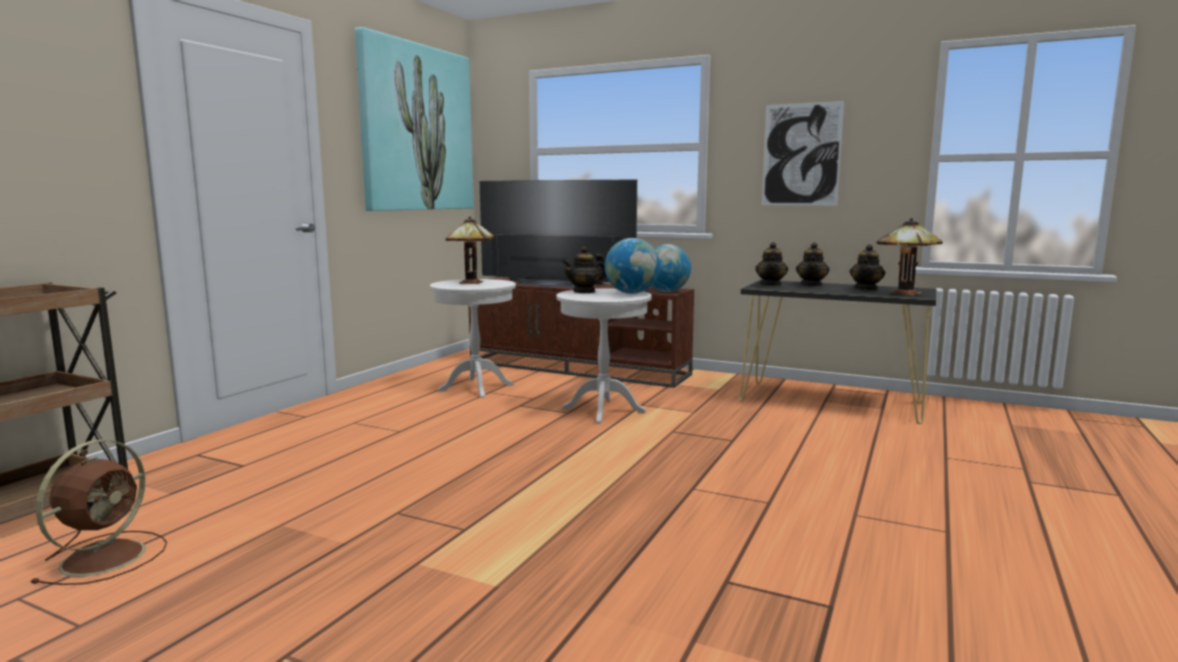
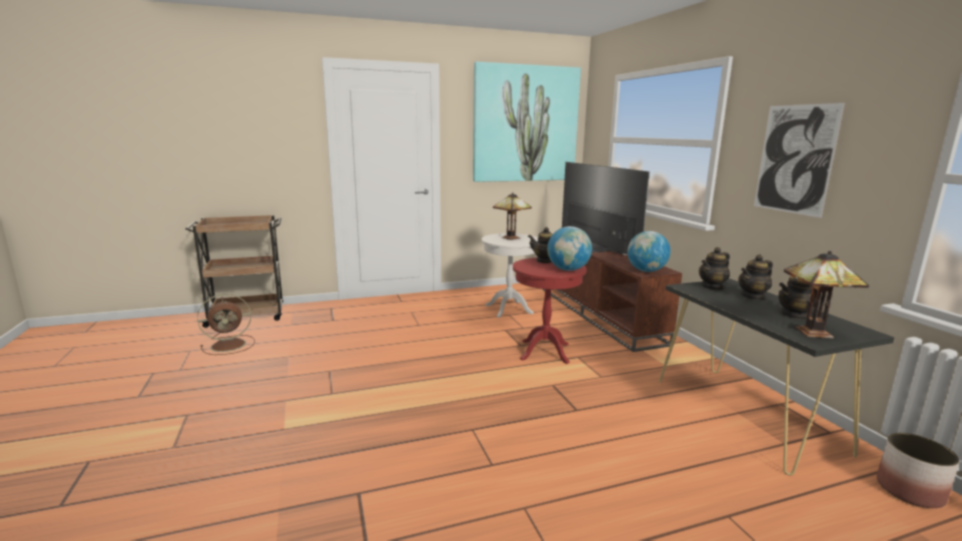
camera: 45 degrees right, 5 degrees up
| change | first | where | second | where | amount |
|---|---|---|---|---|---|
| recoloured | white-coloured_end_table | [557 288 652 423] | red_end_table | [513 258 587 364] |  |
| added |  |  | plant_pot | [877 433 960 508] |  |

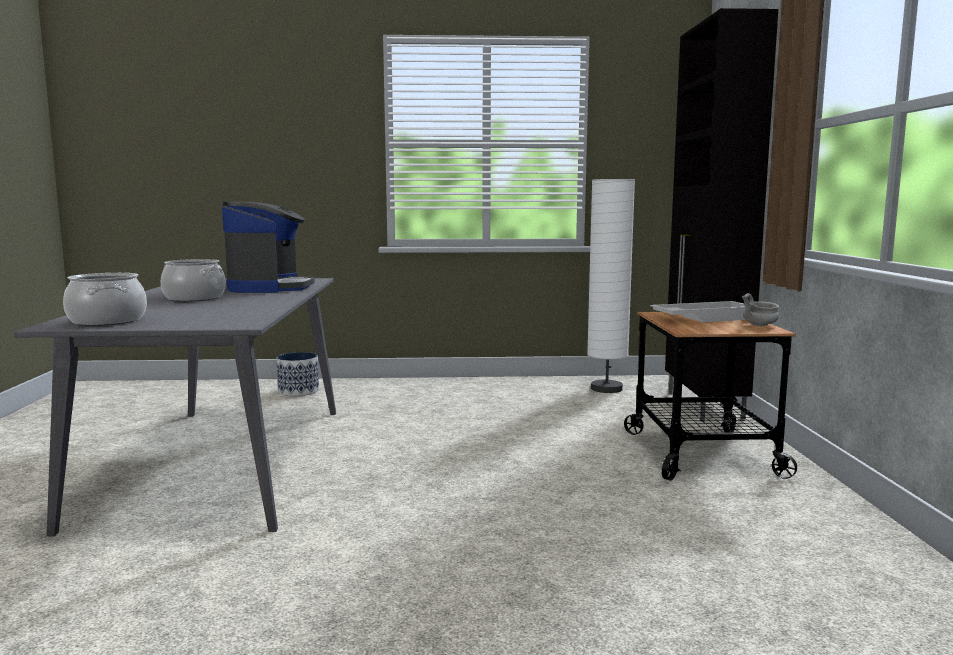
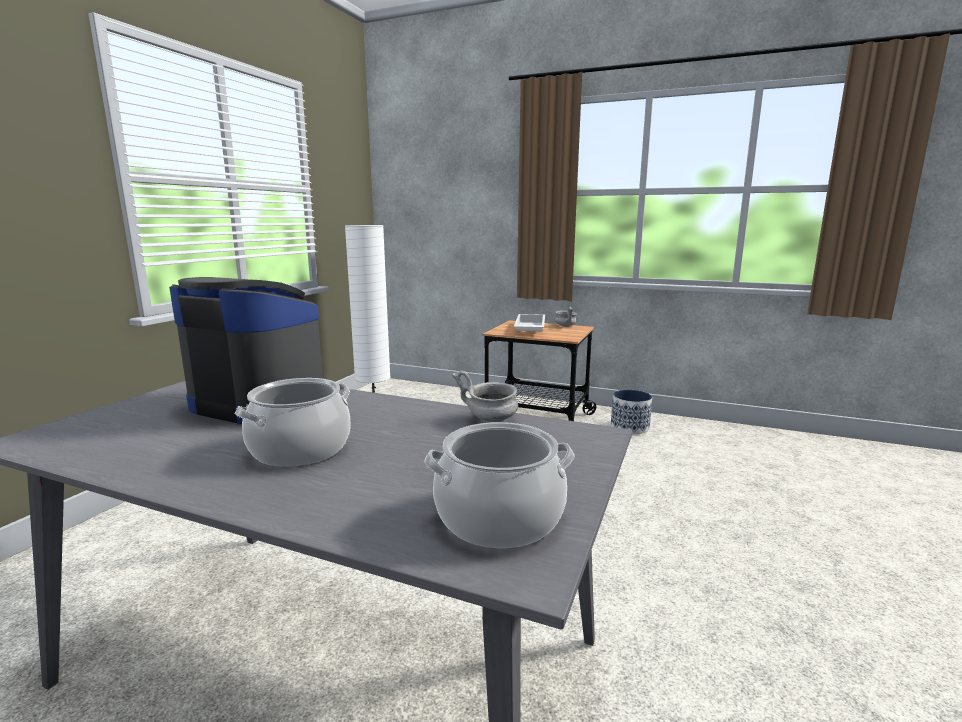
camera: 65 degrees left, 5 degrees up
| change | first | where | second | where | amount |
|---|---|---|---|---|---|
| removed | blackish_storage_cabinet | [665 8 778 422] |  |  |  |
| moved | plant_pot | [276 352 319 396] |  | [611 390 652 434] |  |
| added |  |  | grey_serving_bowl | [452 371 518 422] |  |

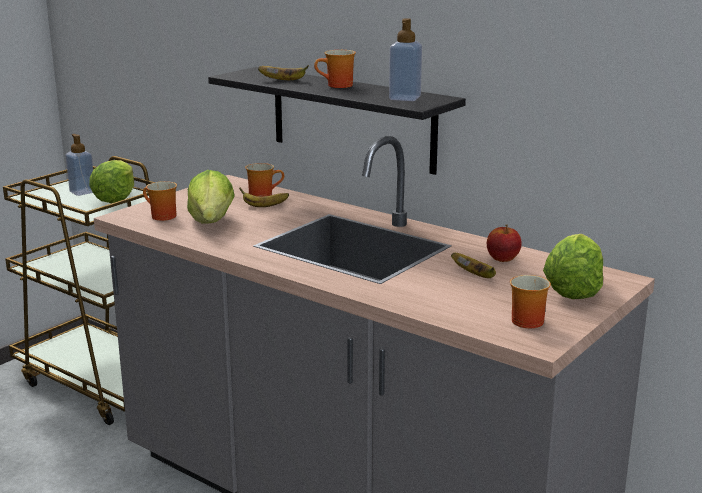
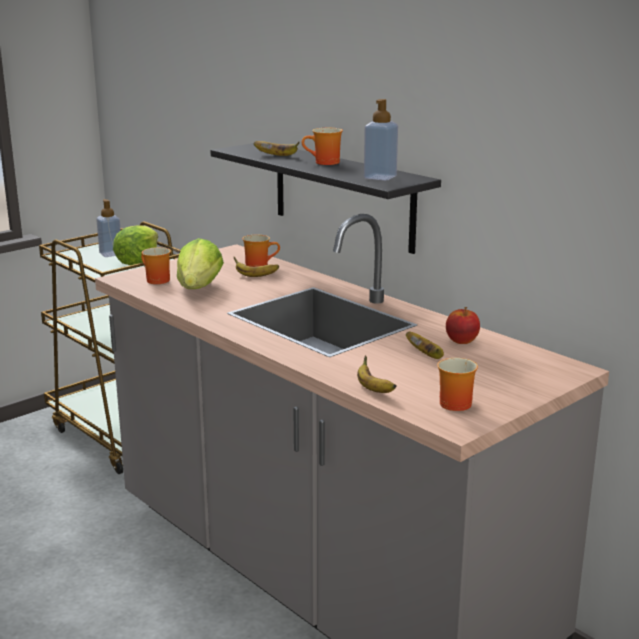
camera: 10 degrees right, 0 degrees up
| change | first | where | second | where | amount |
|---|---|---|---|---|---|
| removed | lettuce_head | [543 234 603 299] |  |  |  |
| added |  |  | banana | [357 355 397 393] |  |

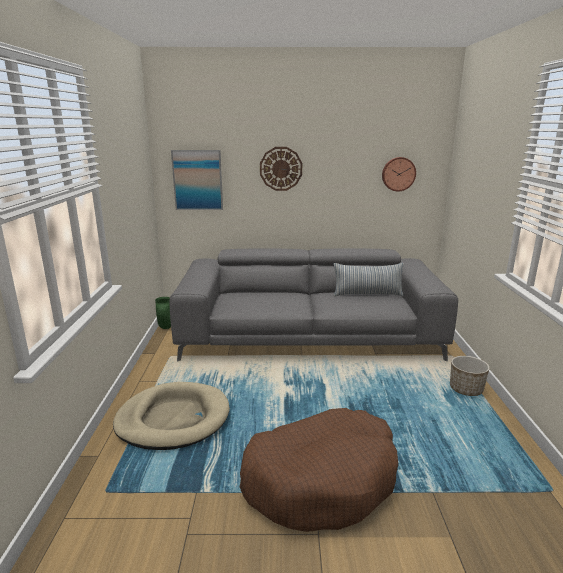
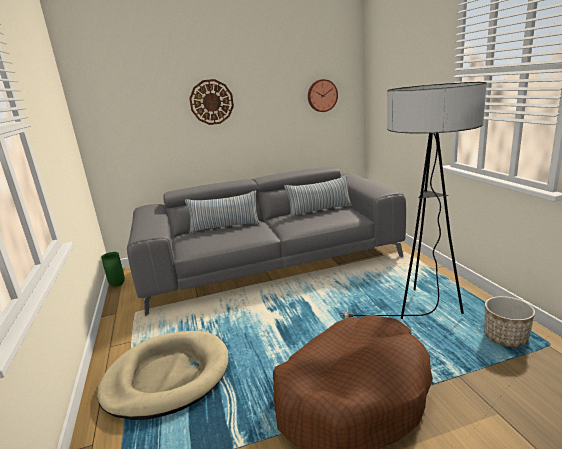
camera: 15 degrees left, 0 degrees up
| change | first | where | second | where | amount |
|---|---|---|---|---|---|
| removed | wall_art | [171 150 223 210] |  |  |  |
| moved | plant_pot | [450 356 490 396] |  | [484 296 535 347] |  |
| added |  |  | standard_lamp | [340 82 487 319] |  |
| added |  |  | cushion | [185 191 260 233] |  |

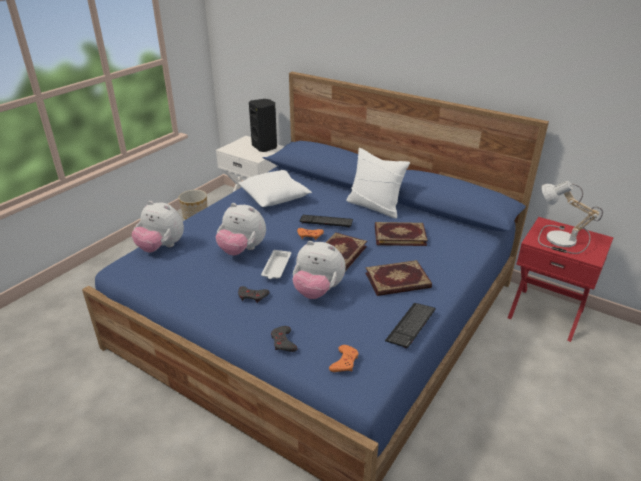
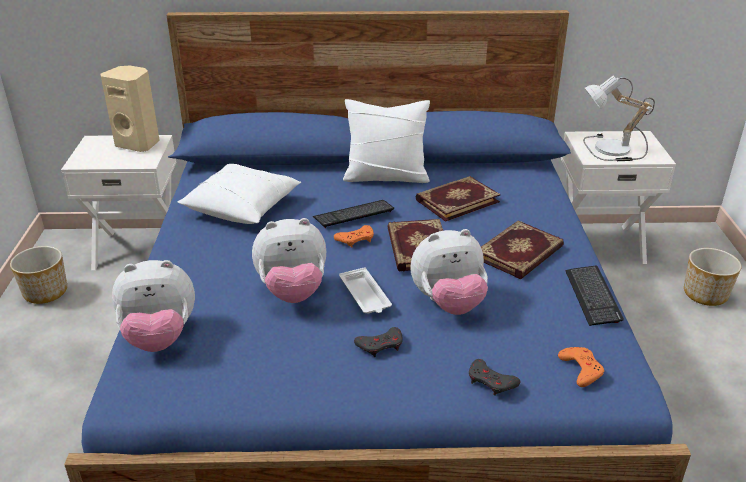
camera: 35 degrees left, 0 degrees up
| change | first | where | second | where | amount |
|---|---|---|---|---|---|
| recoloured | blackish_audio_speaker | [249 99 277 152] | sand-coloured_audio_speaker | [101 65 160 152] |  |
| recoloured | red_bedside_table | [508 217 614 342] | white-coloured_bedside_table | [561 131 676 264] |  |
| added |  |  | plant_pot | [684 248 742 306] |  |

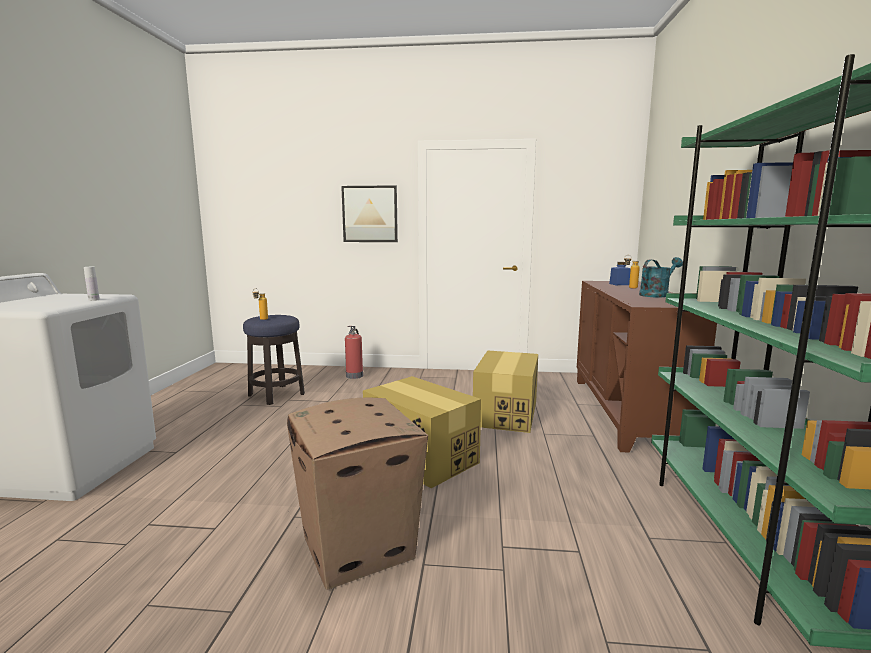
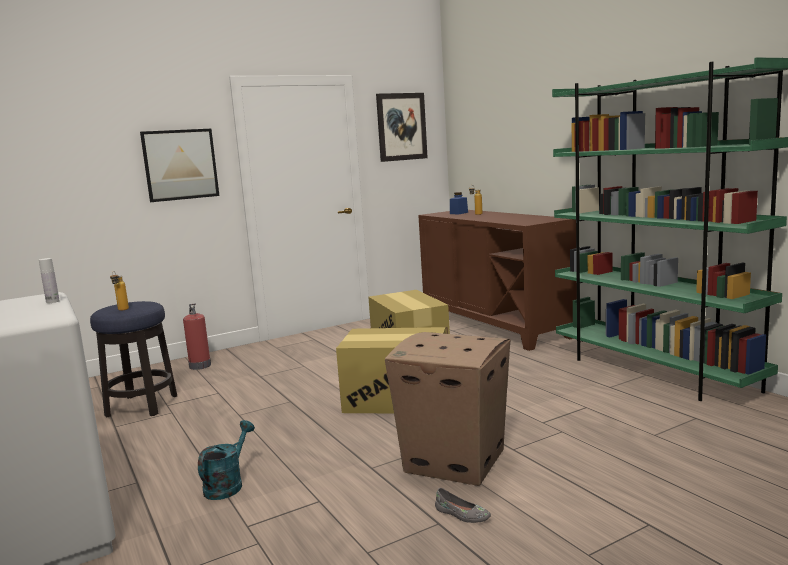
camera: 35 degrees left, 0 degrees up
| change | first | where | second | where | amount |
|---|---|---|---|---|---|
| moved | turquoise_watering_pot | [639 257 683 297] |  | [198 420 255 500] |  |
| added |  |  | wall_art | [376 93 428 162] |  |
| added |  |  | grey_shoe | [435 488 491 523] |  |

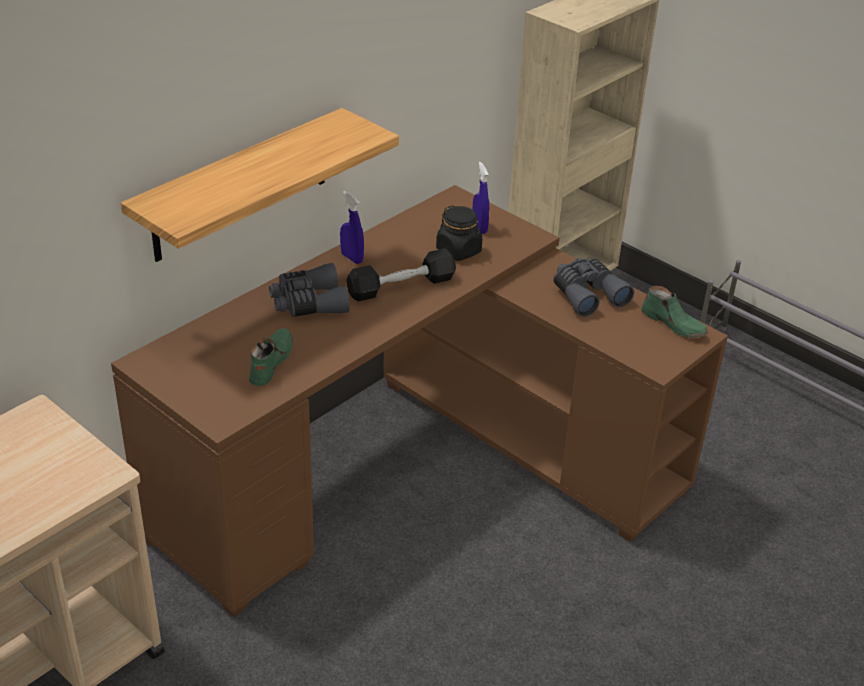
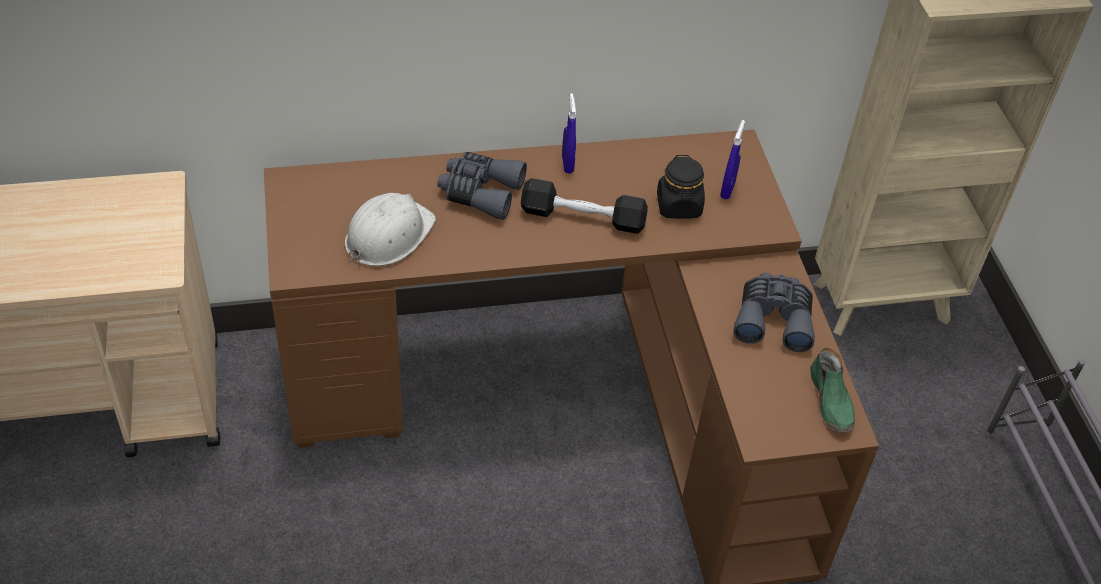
camera: 35 degrees right, 10 degrees up
| change | first | where | second | where | amount |
|---|---|---|---|---|---|
| removed | shelf | [121 108 399 262] |  |  |  |
| replaced | green-coloured_shoe | [249 328 293 386] | white-coloured_work_helmet | [345 193 436 266] |  |

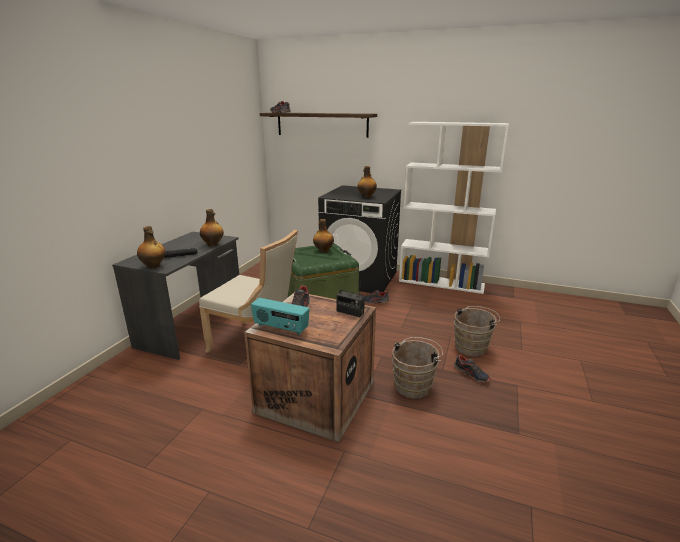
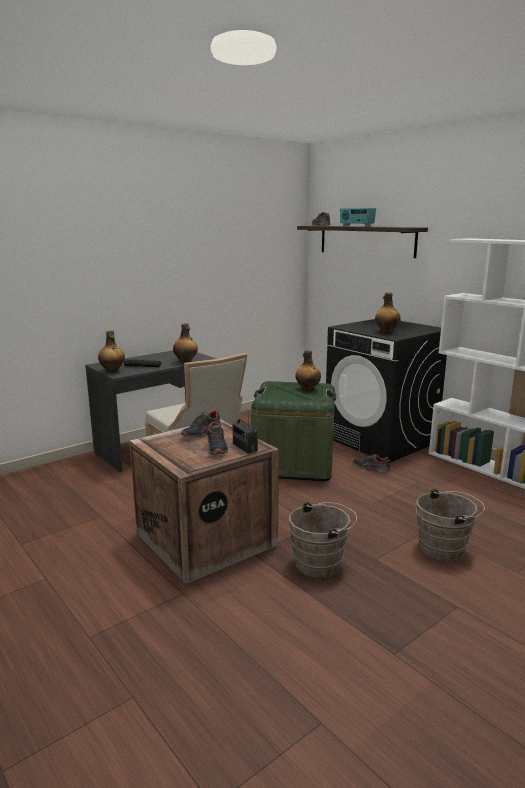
camera: 30 degrees right, 5 degrees down
| change | first | where | second | where | amount |
|---|---|---|---|---|---|
| moved | radio | [251 298 310 335] |  | [340 208 376 227] |  |
| moved | shoe | [454 354 491 383] |  | [207 422 228 455] |  |

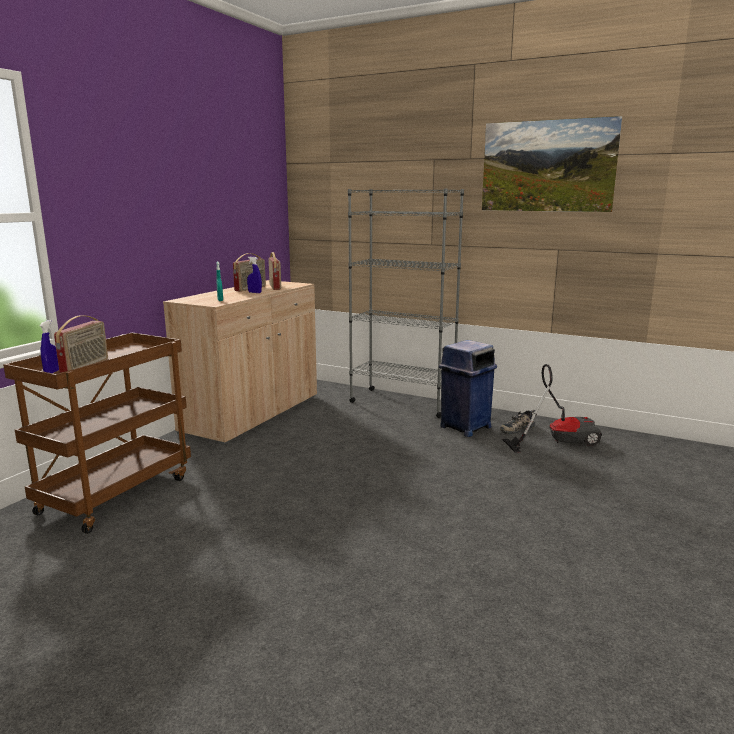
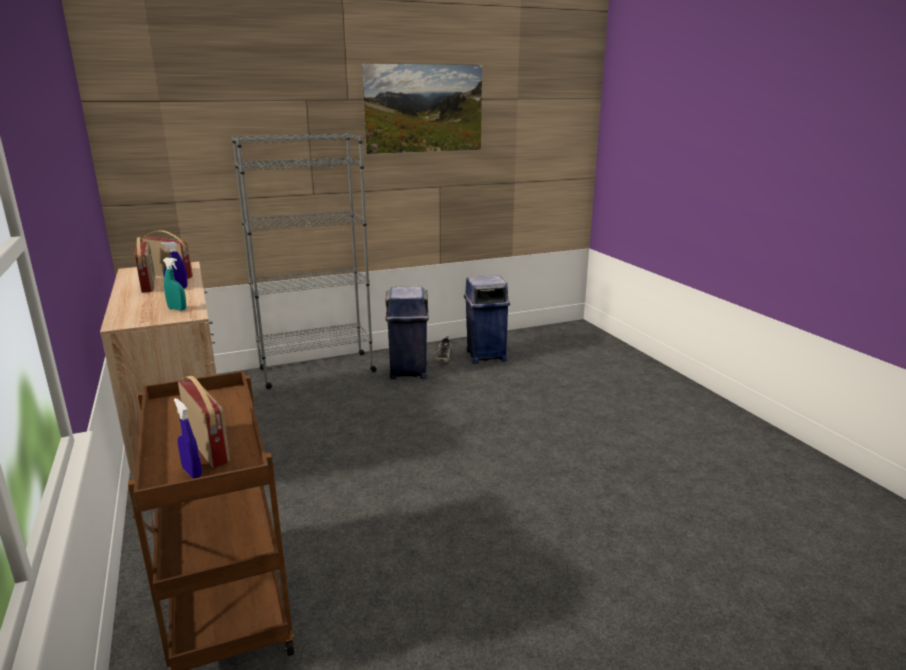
camera: 50 degrees left, 5 degrees up
| change | first | where | second | where | amount |
|---|---|---|---|---|---|
| replaced | vacuum_cleaner | [503 364 602 453] | bluish_rubbish_bin | [464 275 510 364] |  |

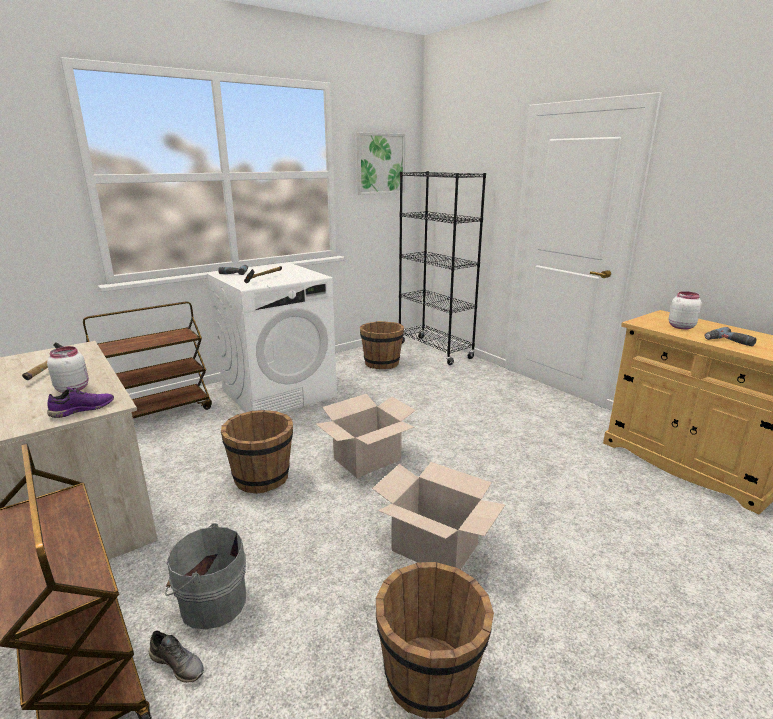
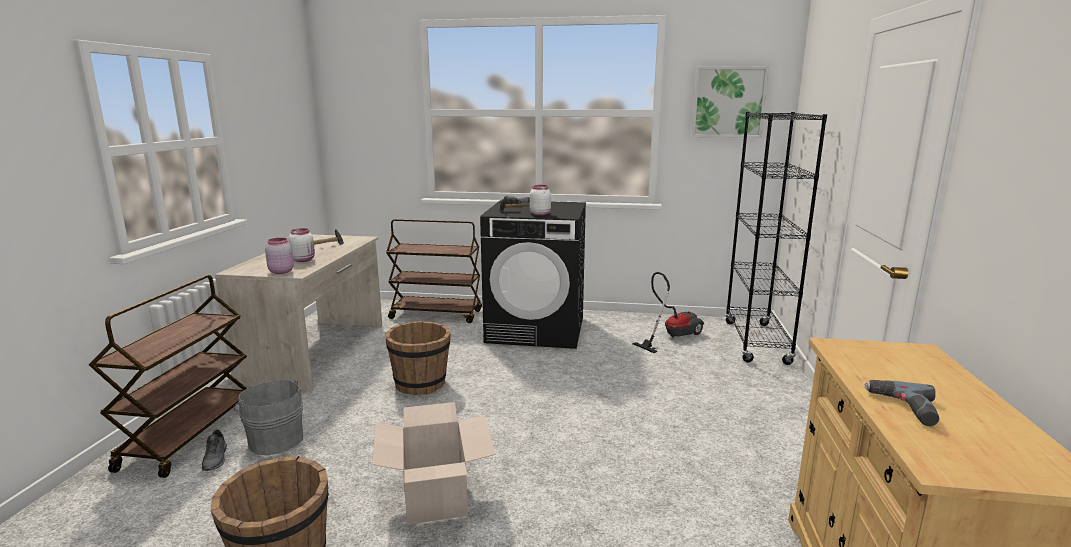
camera: 45 degrees right, 5 degrees down
| change | first | where | second | where | amount |
|---|---|---|---|---|---|
| recoloured | white-coloured_laundry_machine | [207 263 337 413] | blackish_laundry_machine | [480 200 586 349] |  |
| moved | white-coloured_preserve_jar | [669 291 702 330] |  | [530 185 551 216] |  |
| replaced | brown-coloured_water_bucket | [360 321 404 369] | vacuum_cleaner | [633 272 704 353] |  |
| replaced | purplish_shoe | [47 387 114 418] | pink_preserve_jar | [265 238 294 274] |  |
| removed | carton | [316 394 416 478] |  |  |  |

